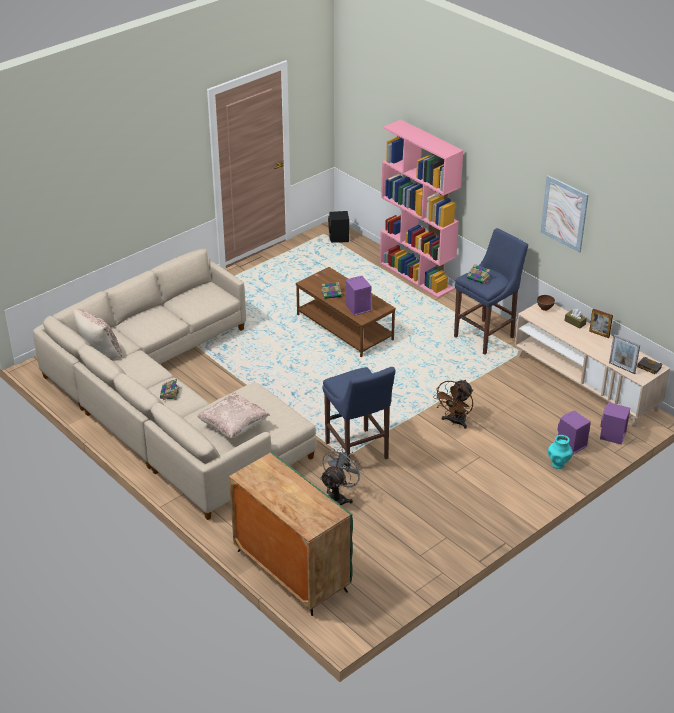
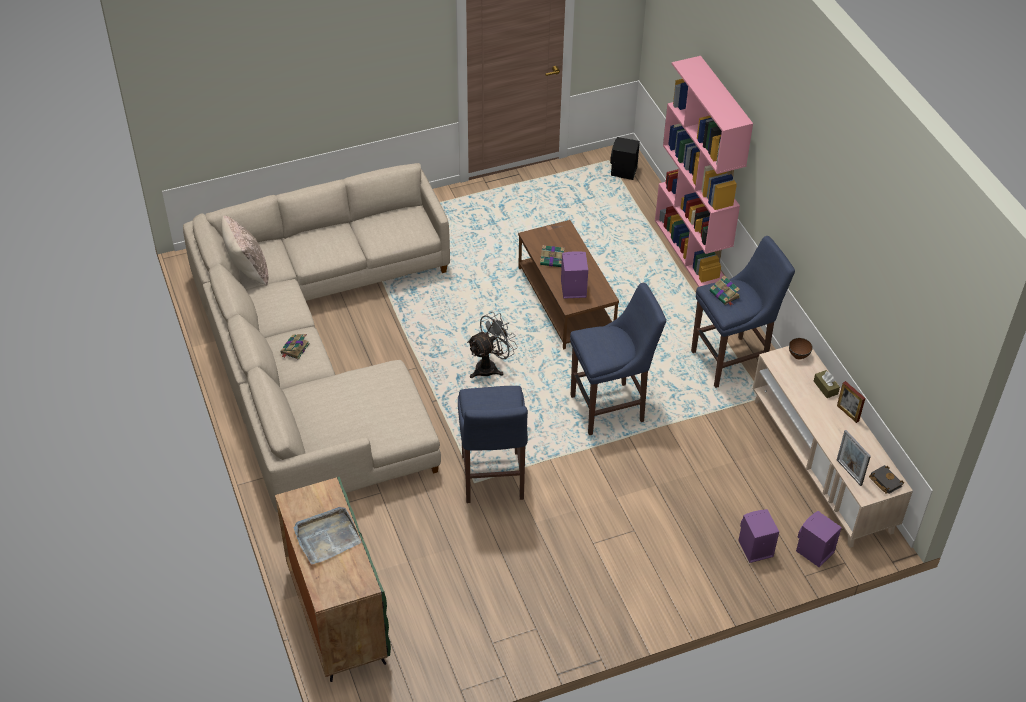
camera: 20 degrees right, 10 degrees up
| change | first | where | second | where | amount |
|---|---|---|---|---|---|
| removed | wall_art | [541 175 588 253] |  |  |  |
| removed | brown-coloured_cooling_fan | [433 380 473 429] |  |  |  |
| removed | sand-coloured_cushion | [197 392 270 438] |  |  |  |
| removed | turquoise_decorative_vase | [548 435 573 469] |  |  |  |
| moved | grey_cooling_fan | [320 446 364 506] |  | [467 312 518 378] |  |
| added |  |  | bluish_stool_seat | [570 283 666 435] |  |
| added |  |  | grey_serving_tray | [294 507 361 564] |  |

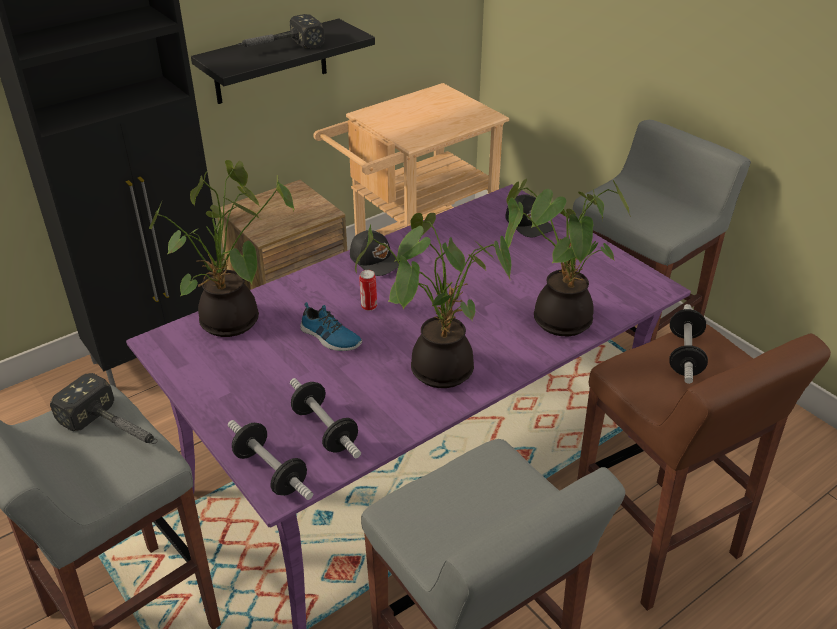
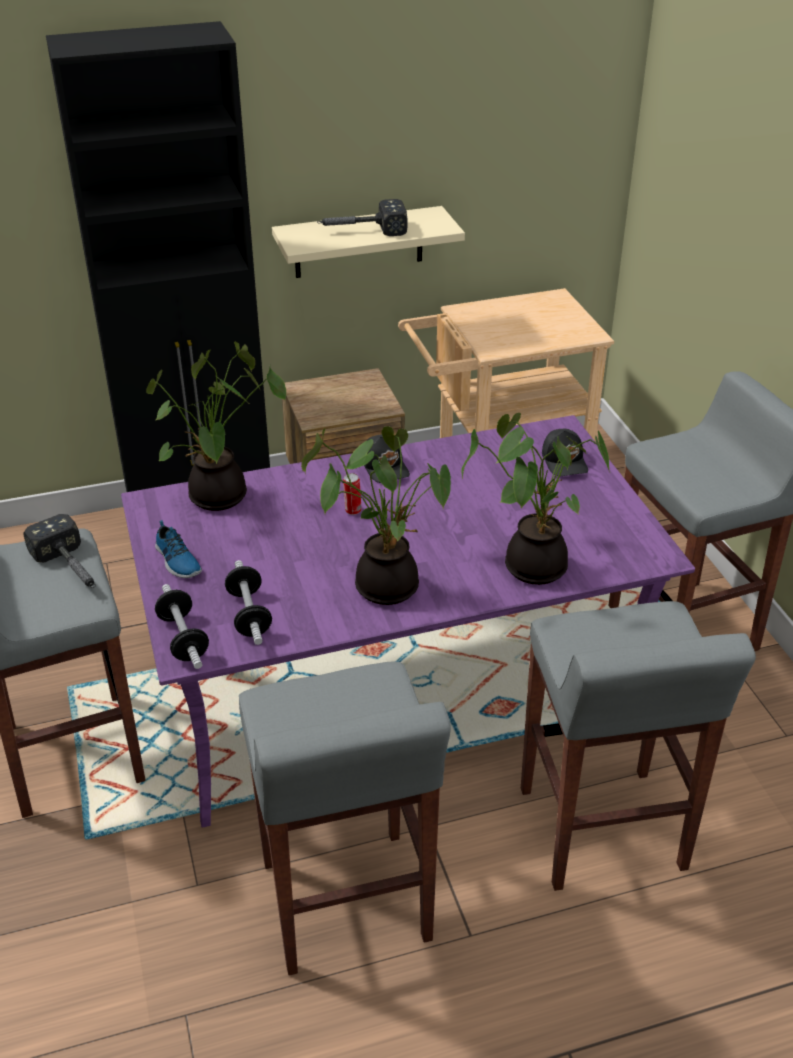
camera: 20 degrees right, 0 degrees up
| change | first | where | second | where | amount |
|---|---|---|---|---|---|
| recoloured | blackish_shelf | [191 19 375 104] | sand-coloured_shelf | [272 206 465 278] |  |
| moved | shoe | [300 302 362 351] |  | [155 520 202 578] |  |
| removed | dumbbell | [669 304 708 384] |  |  |  |
| recoloured | brown-coloured_stool_seat | [577 324 831 611] | grey_stool_seat | [521 601 756 891] |  |

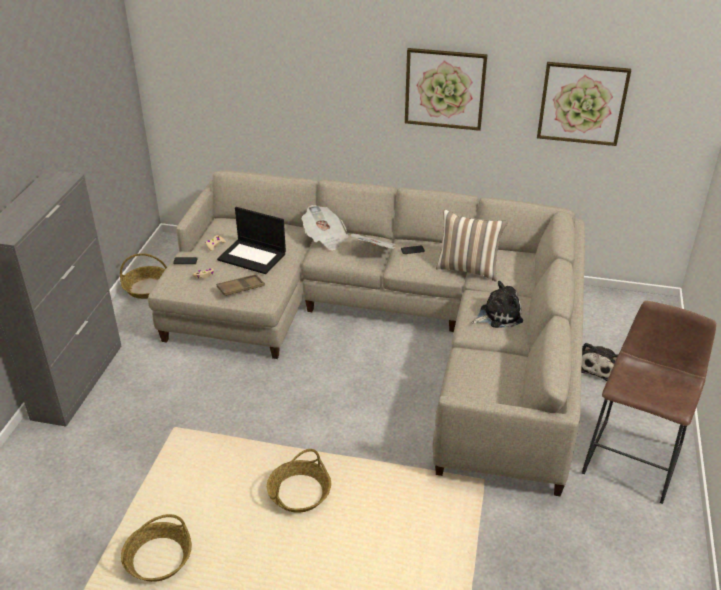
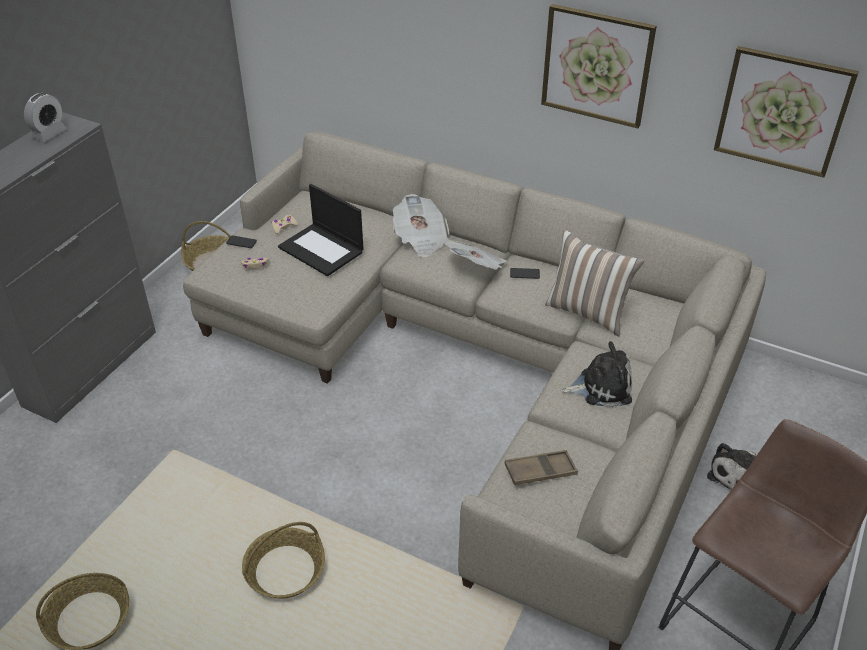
camera: 15 degrees right, 5 degrees up
| change | first | where | second | where | amount |
|---|---|---|---|---|---|
| moved | brown-coloured_serving_tray | [217 274 265 296] |  | [504 450 578 485] |  |
| added |  |  | alarm_clock | [24 93 67 142] |  |

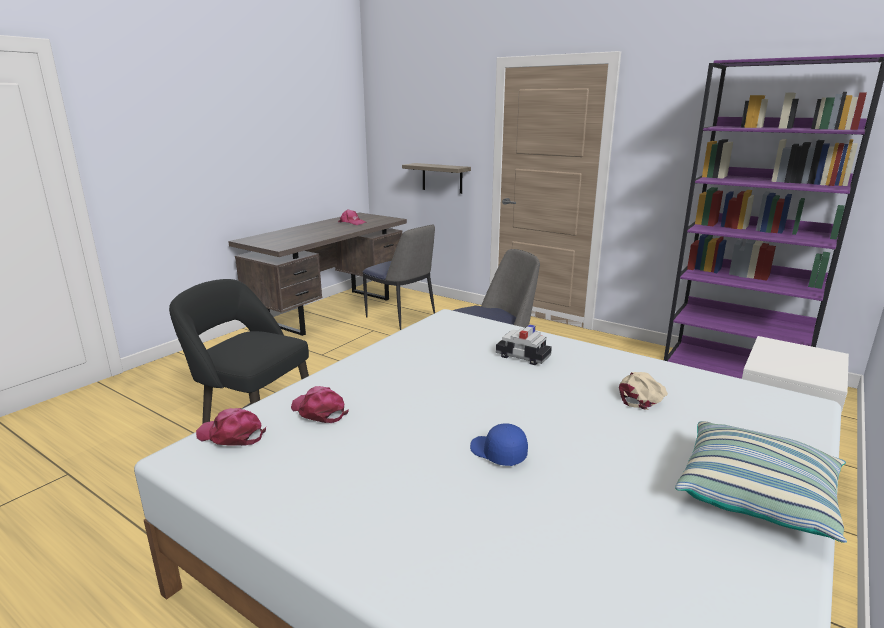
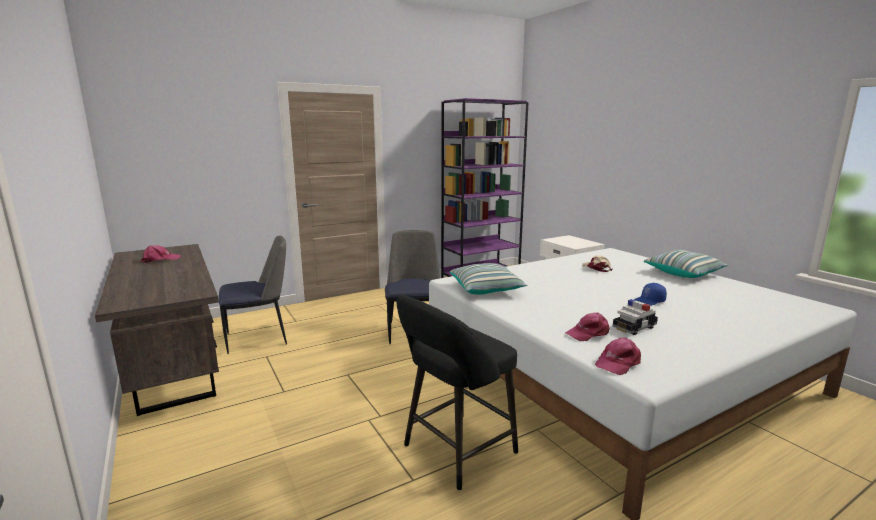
camera: 65 degrees left, 5 degrees down
| change | first | where | second | where | amount |
|---|---|---|---|---|---|
| removed | shelf | [402 163 471 194] |  |  |  |
| moved | model_car | [496 325 552 365] |  | [613 299 658 335] |  |
| added |  |  | cushion | [450 263 527 295] |  |

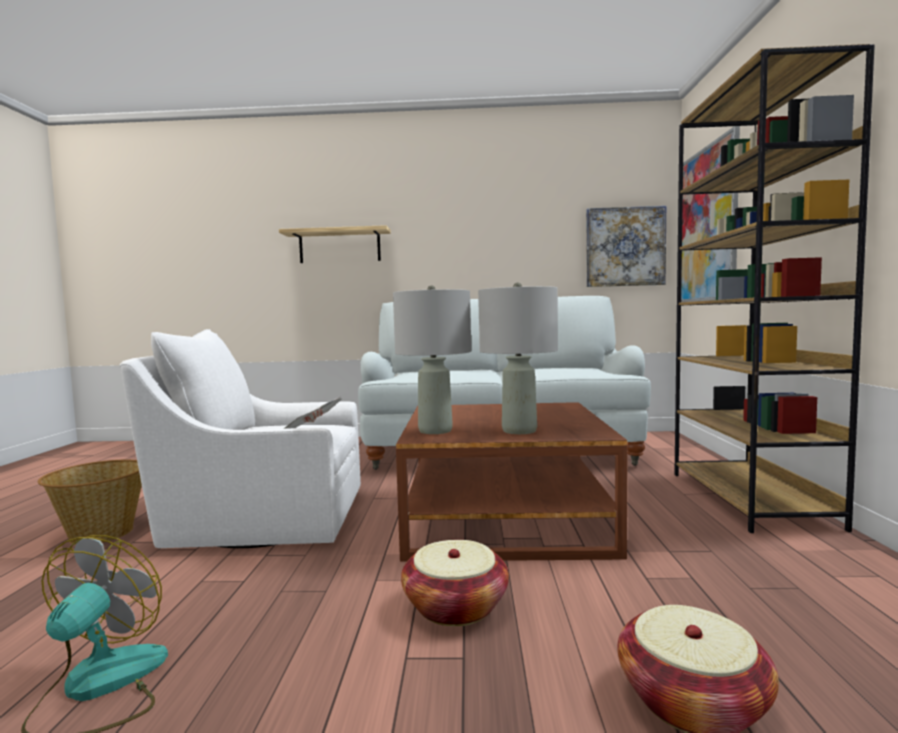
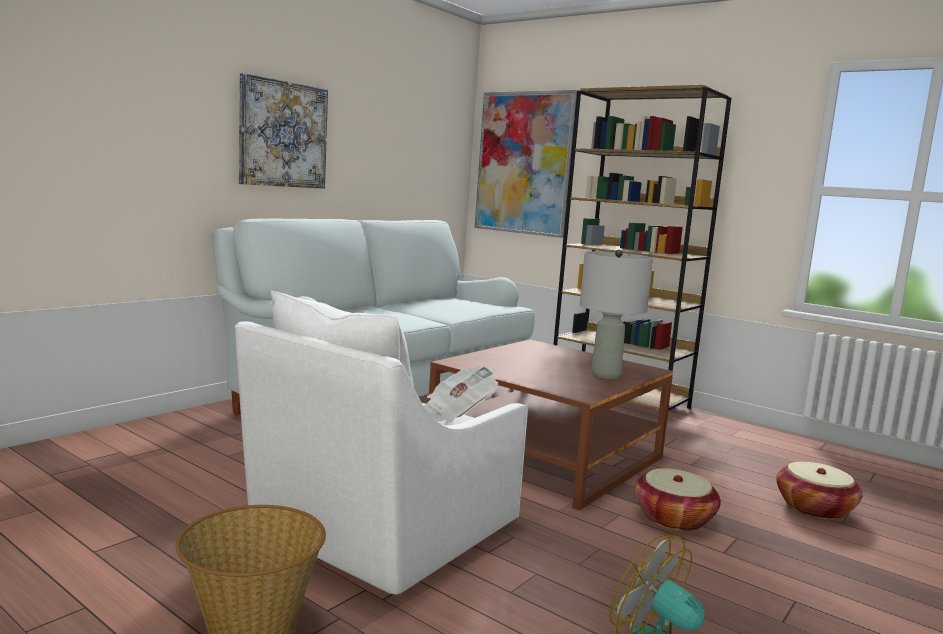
camera: 55 degrees left, 5 degrees up
| change | first | where | second | where | amount |
|---|---|---|---|---|---|
| moved | wall_art | [586 206 666 287] |  | [239 73 328 189] |  |
| removed | shelf | [279 225 391 263] |  |  |  |
| removed | grey_lamp_for_a_table | [393 285 471 434] |  |  |  |

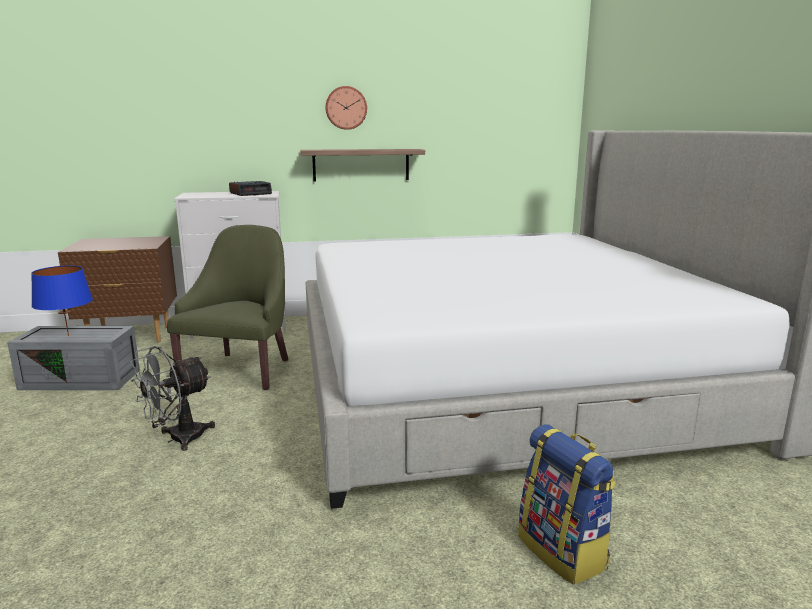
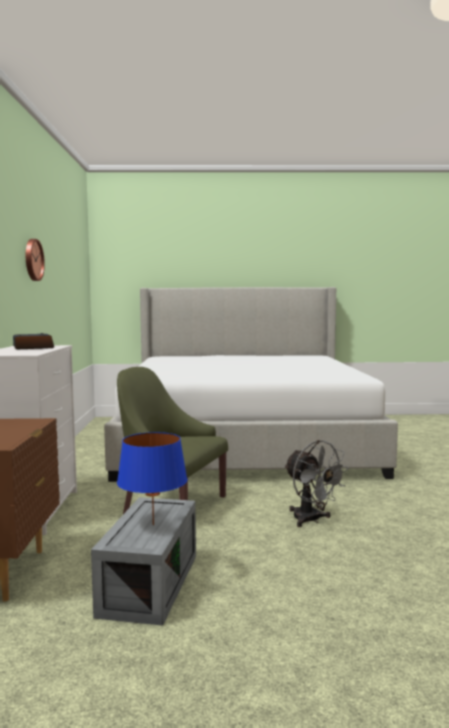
camera: 80 degrees left, 10 degrees down
| change | first | where | second | where | amount |
|---|---|---|---|---|---|
| removed | shelf | [300 149 425 182] |  |  |  |
| removed | rucksack | [518 424 616 585] |  |  |  |

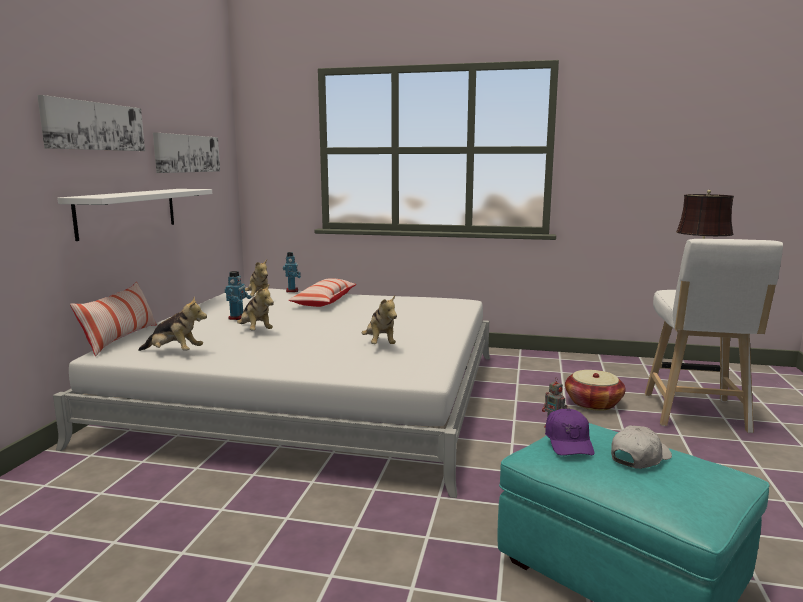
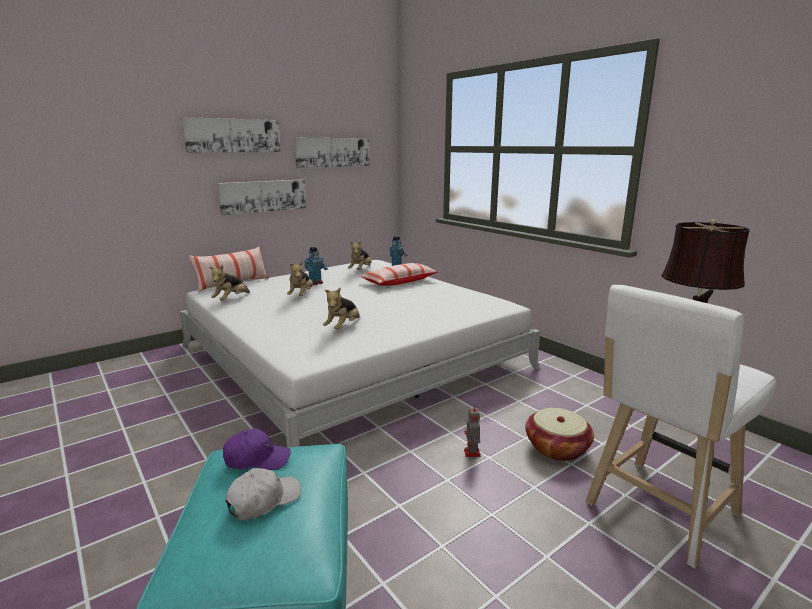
camera: 40 degrees right, 5 degrees up
| change | first | where | second | where | amount |
|---|---|---|---|---|---|
| replaced | white-coloured_shelf | [57 189 212 241] | wall_art | [217 179 306 215] |  |
| turned | cuddly_toy | [138 297 207 351] |  | [209 265 250 301] | 60 degrees clockwise |
| turned | purplish_peaked_cap | [545 408 594 455] |  | [223 428 291 470] | 135 degrees counterclockwise |
| turned | white-coloured_peaked_cap | [611 425 672 469] |  | [225 468 301 520] | 45 degrees counterclockwise |

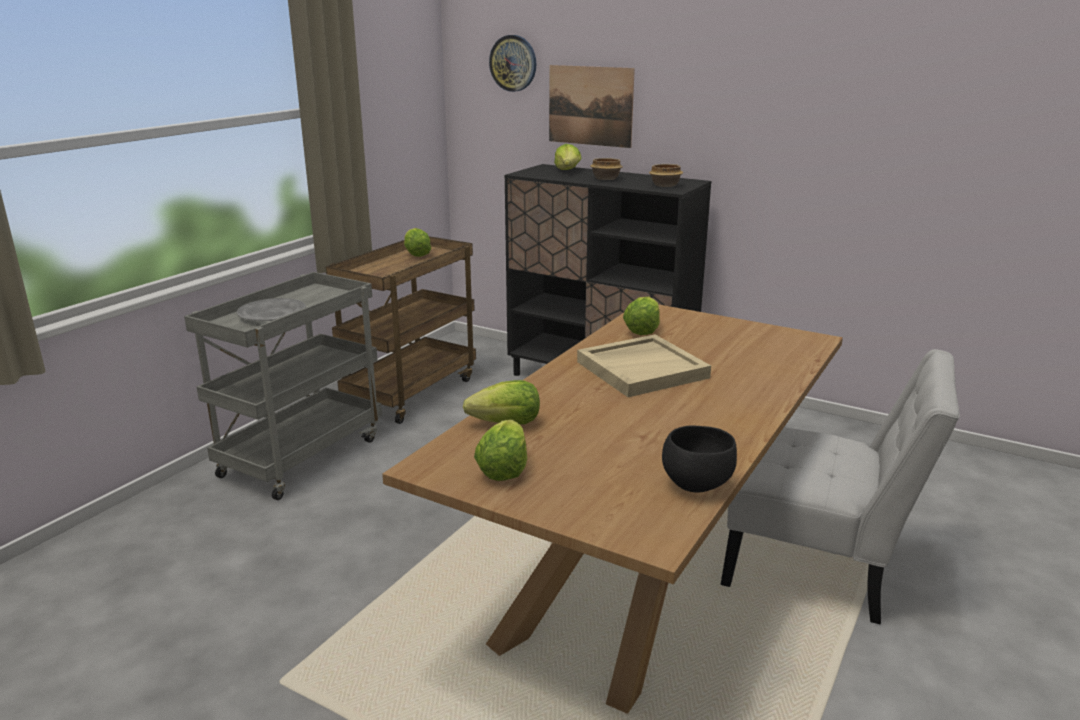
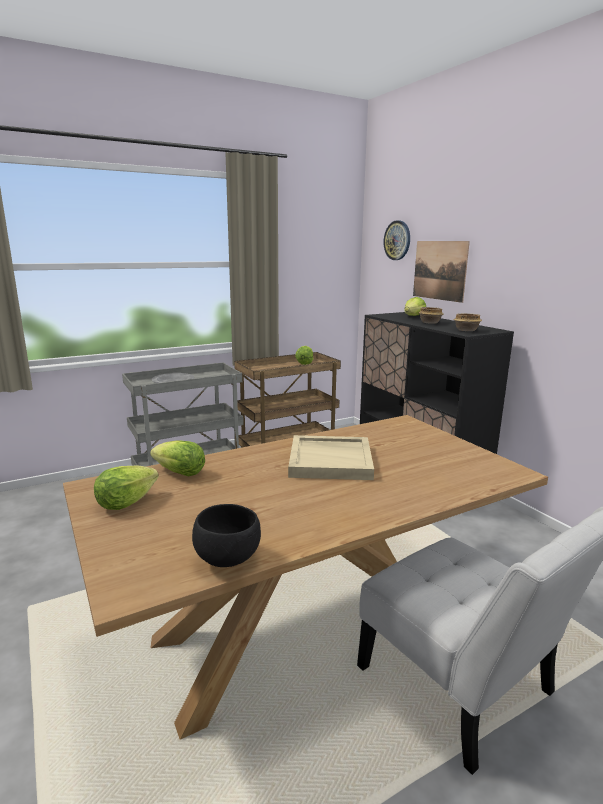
camera: 30 degrees right, 5 degrees down
| change | first | where | second | where | amount |
|---|---|---|---|---|---|
| removed | lettuce_head | [623 297 660 335] |  |  |  |

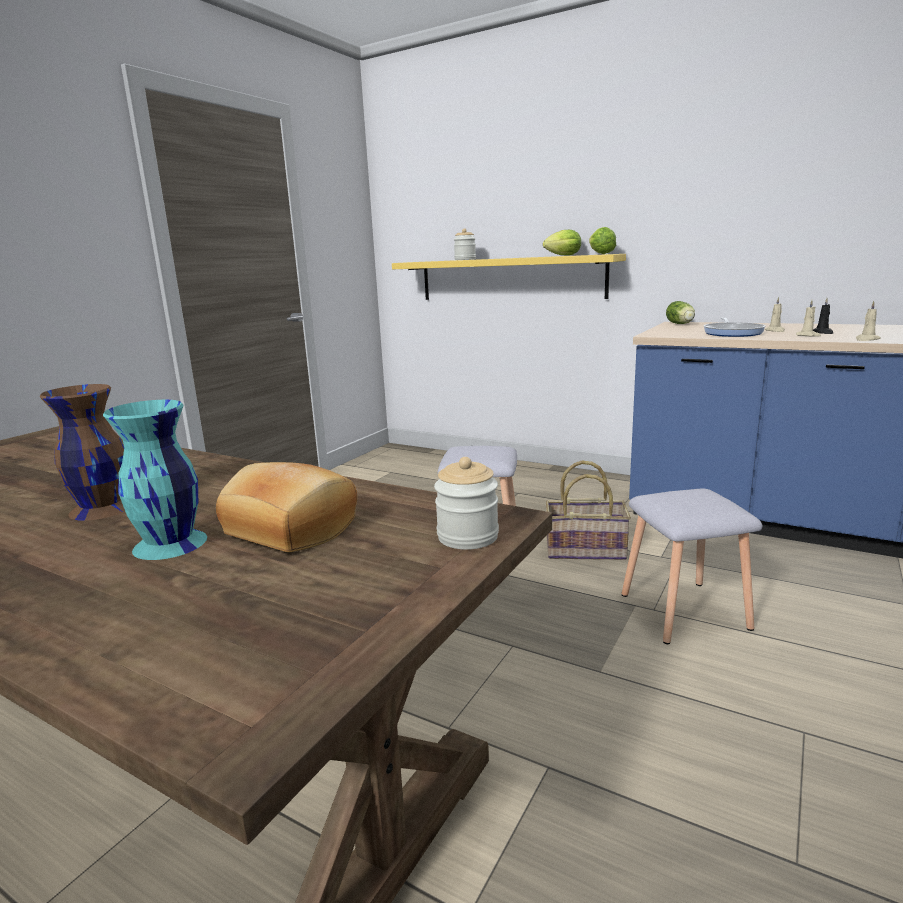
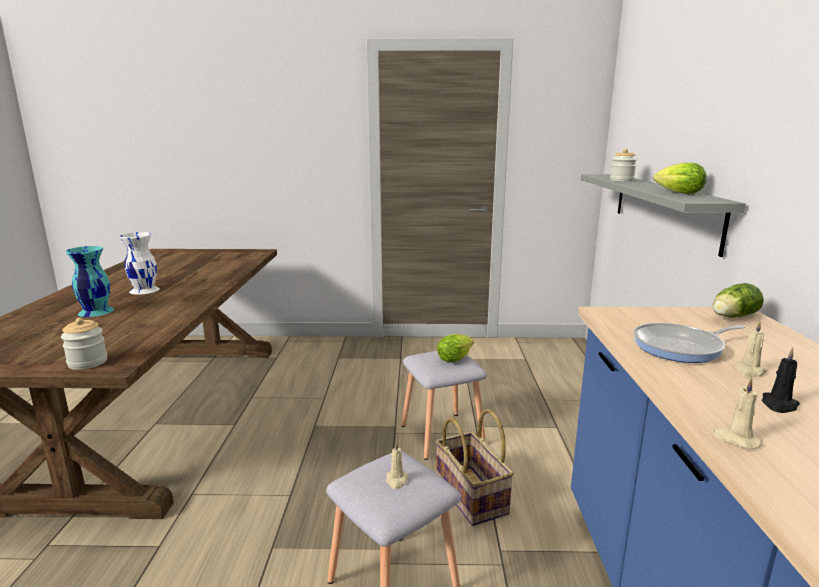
camera: 60 degrees right, 0 degrees up
| change | first | where | second | where | amount |
|---|---|---|---|---|---|
| moved | lettuce_head | [589 227 616 254] |  | [437 334 474 362] |  |
| recoloured | yellow-coloured_shelf | [392 254 626 300] | grey_shelf | [581 174 745 257] |  |
| moved | sand-coloured_wax_candle | [796 300 821 337] |  | [386 441 409 489] |  |
| recoloured | brown-coloured_decorative_vase | [40 384 125 521] | white-coloured_decorative_vase | [120 232 160 295] |  |
| removed | baked_bread | [216 462 357 552] |  |  |  |

